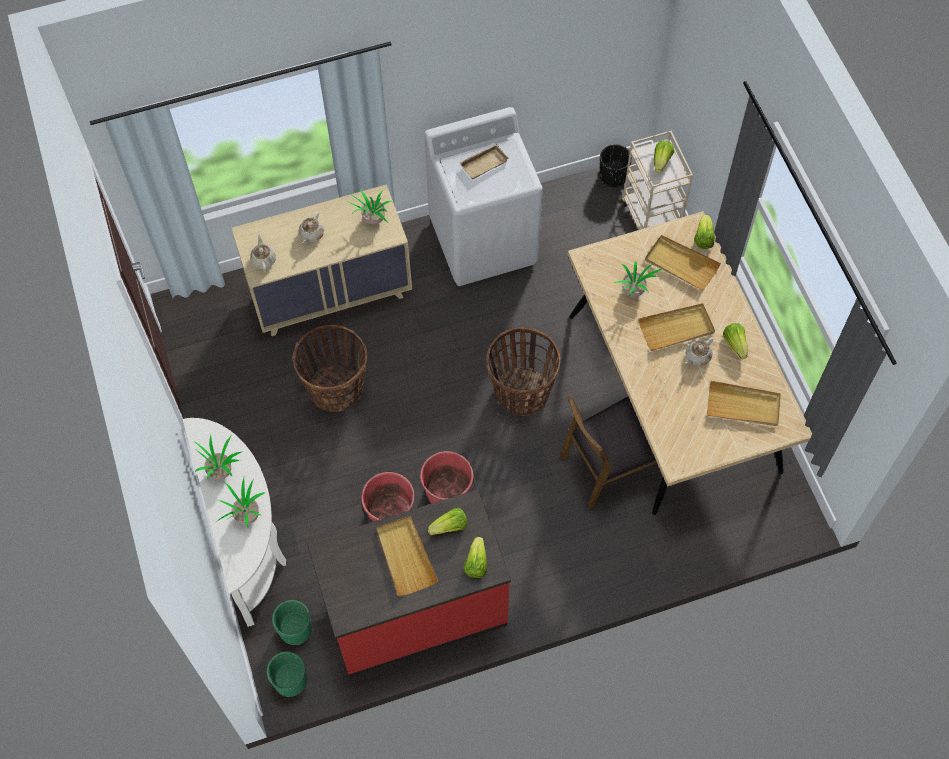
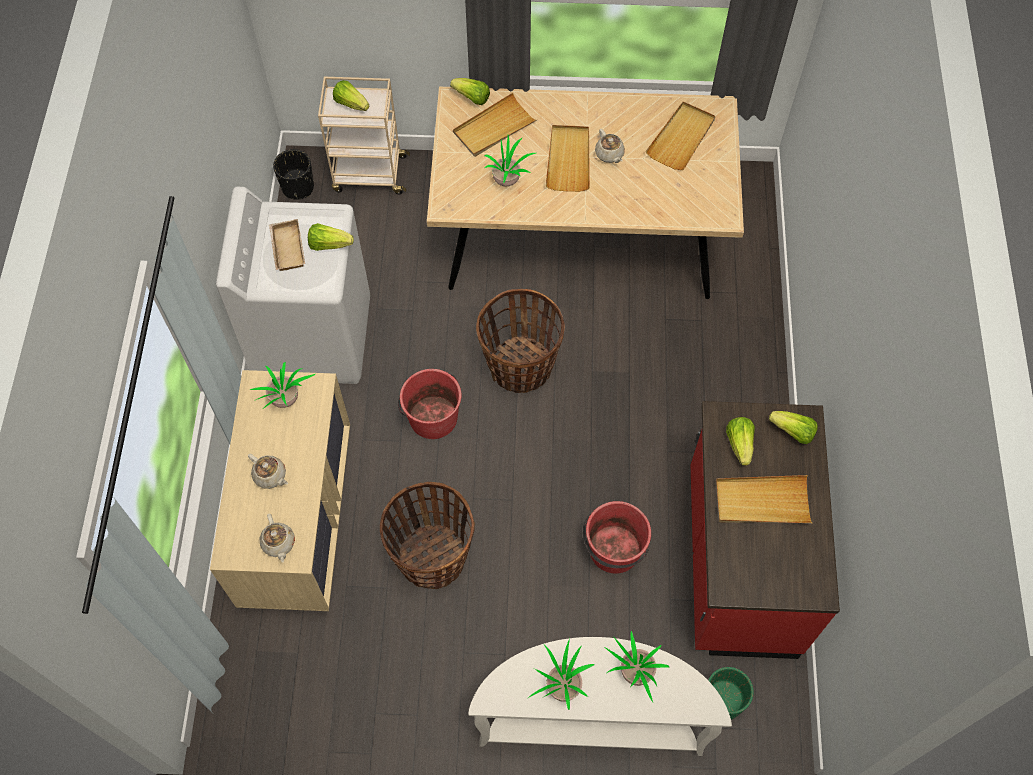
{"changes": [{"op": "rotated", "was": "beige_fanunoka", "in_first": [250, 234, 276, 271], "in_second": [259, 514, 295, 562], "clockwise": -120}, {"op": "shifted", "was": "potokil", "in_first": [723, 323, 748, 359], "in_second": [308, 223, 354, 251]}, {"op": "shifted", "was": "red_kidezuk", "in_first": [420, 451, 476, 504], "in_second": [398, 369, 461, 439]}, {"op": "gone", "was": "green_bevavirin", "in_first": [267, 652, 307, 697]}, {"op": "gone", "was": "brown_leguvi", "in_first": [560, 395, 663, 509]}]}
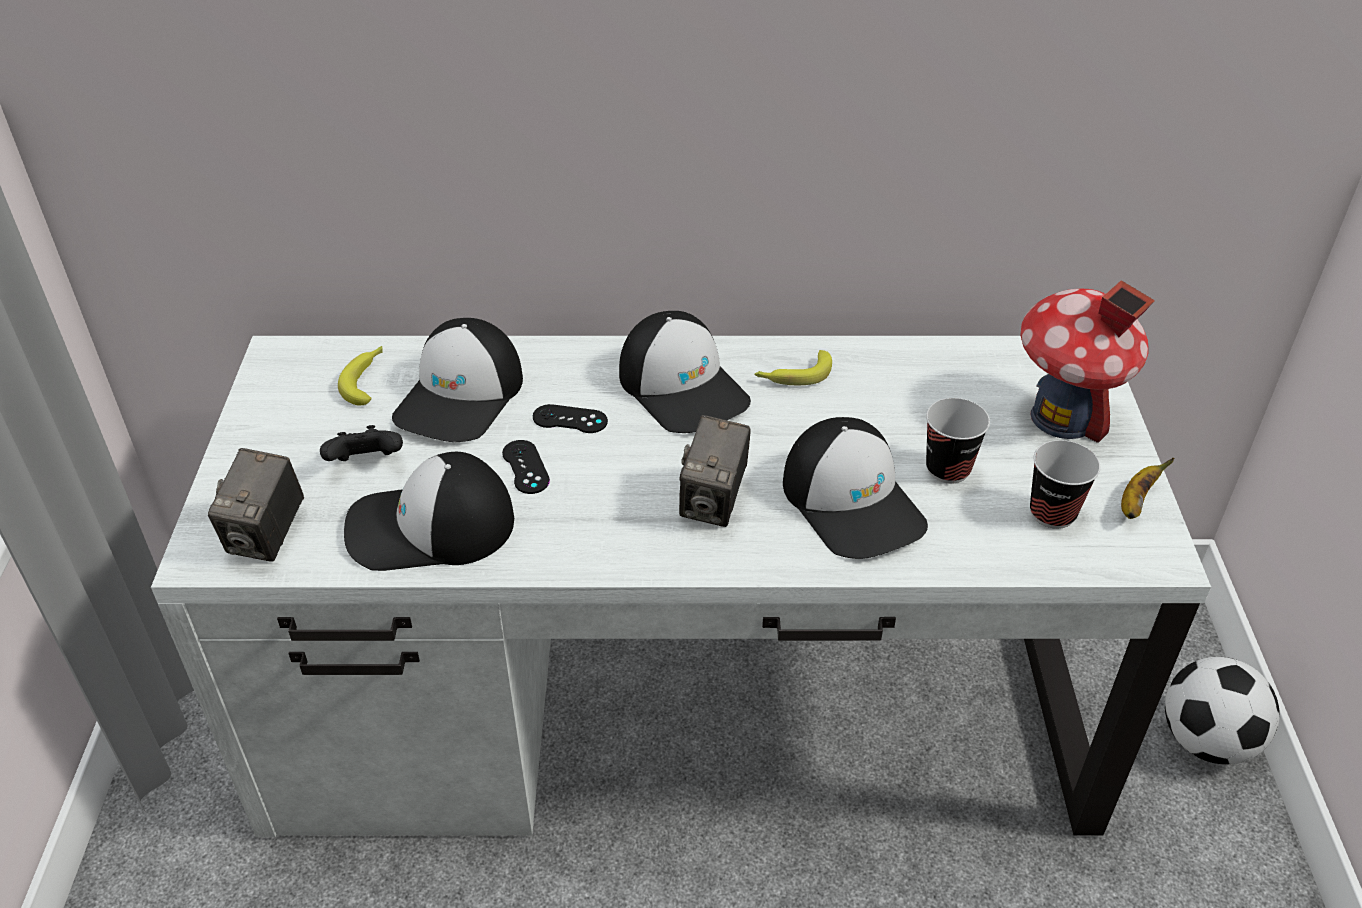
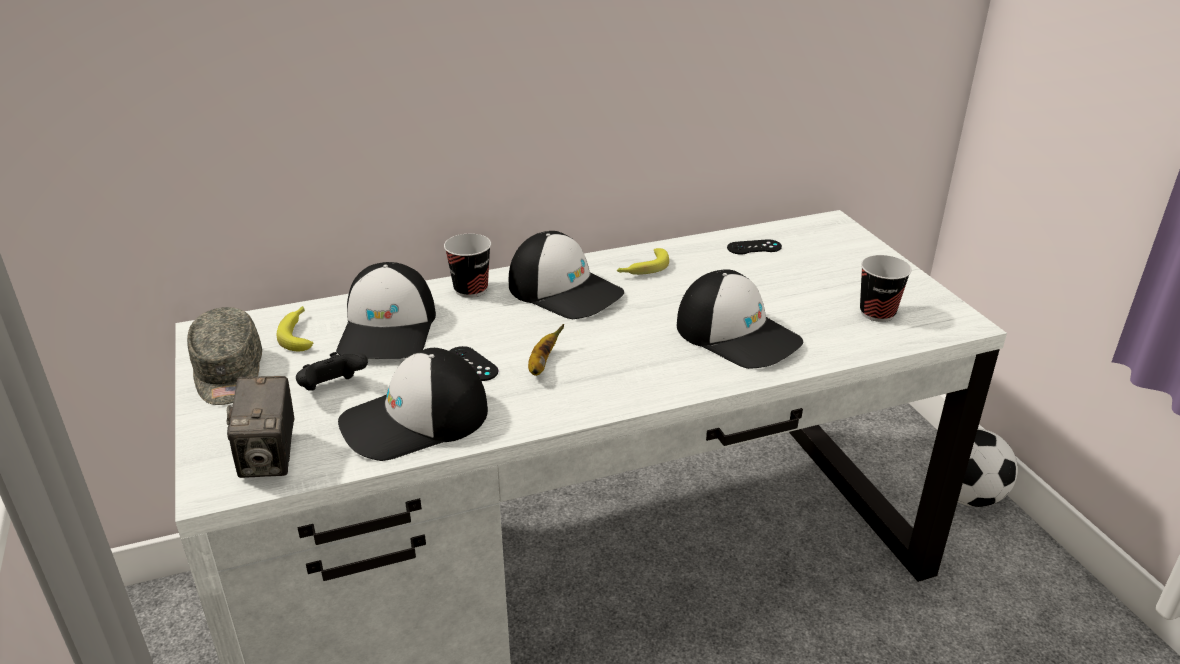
{"changes": [{"op": "new", "now": "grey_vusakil", "in_second": [187, 307, 262, 405]}, {"op": "shifted", "was": "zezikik", "in_first": [926, 398, 990, 484], "in_second": [444, 234, 491, 298]}, {"op": "shifted", "was": "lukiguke", "in_first": [1121, 457, 1175, 519], "in_second": [528, 324, 564, 376]}, {"op": "shifted", "was": "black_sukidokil", "in_first": [533, 404, 608, 433], "in_second": [727, 239, 782, 254]}, {"op": "gone", "was": "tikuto", "in_first": [679, 415, 751, 527]}, {"op": "gone", "was": "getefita", "in_first": [1020, 280, 1155, 443]}]}
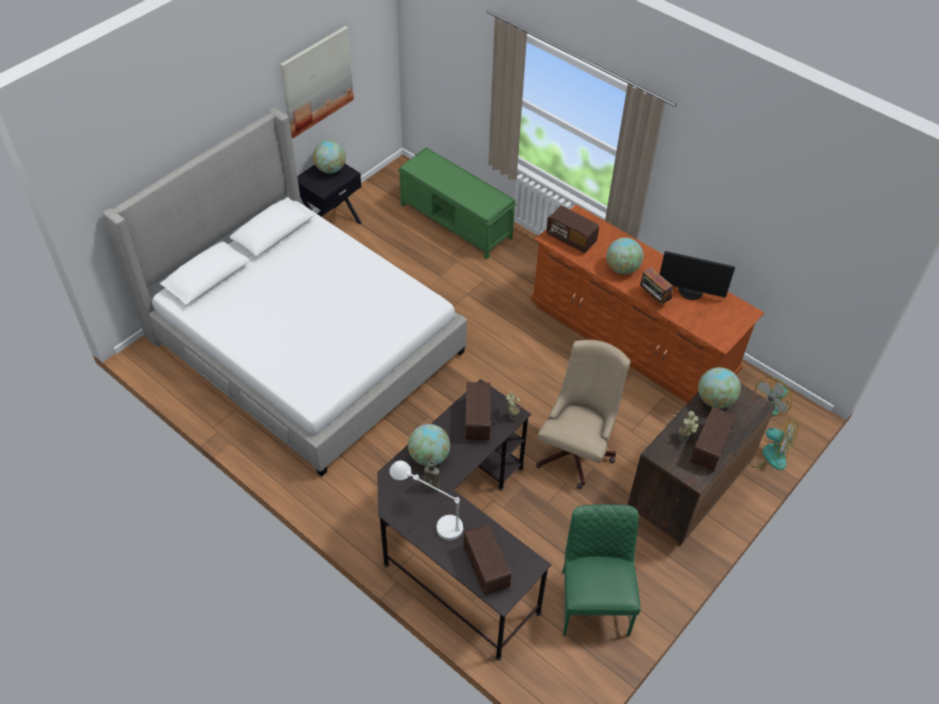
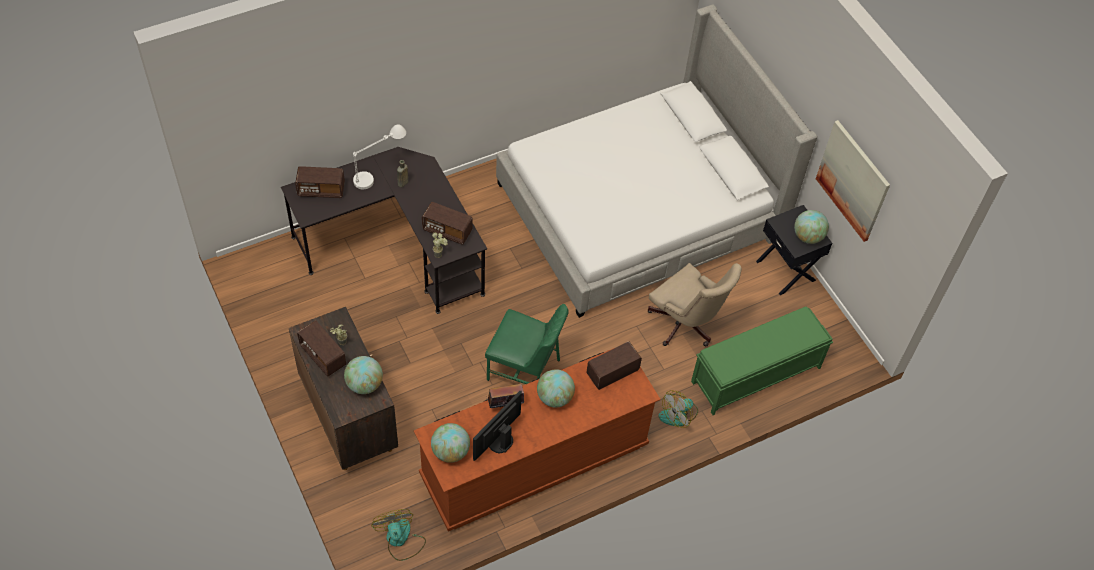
{"changes": [{"op": "shifted", "was": "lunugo", "in_first": [408, 424, 450, 466], "in_second": [431, 423, 470, 463]}, {"op": "shifted", "was": "green_leguvi", "in_first": [562, 504, 641, 637], "in_second": [485, 304, 569, 384]}, {"op": "shifted", "was": "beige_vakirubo", "in_first": [536, 340, 631, 489], "in_second": [648, 263, 742, 346]}, {"op": "shifted", "was": "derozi", "in_first": [749, 419, 798, 470], "in_second": [658, 390, 698, 428]}]}
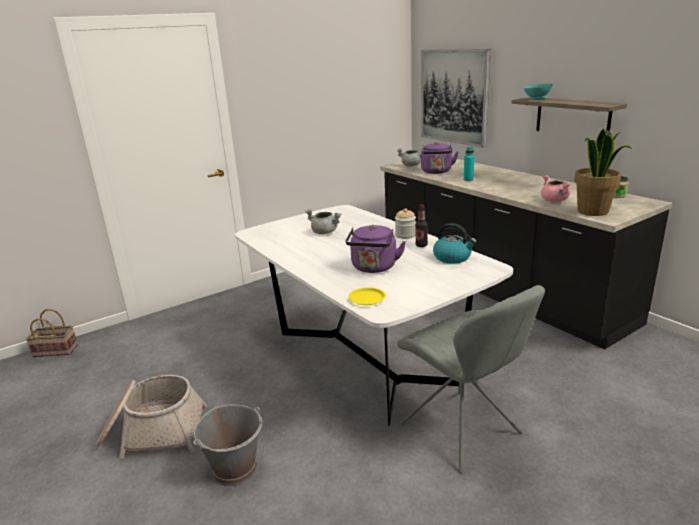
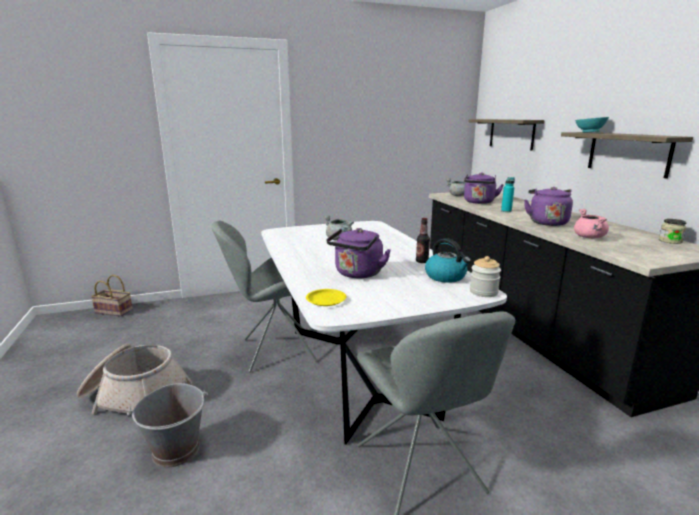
{"changes": [{"op": "new", "now": "grey_leguvi", "in_second": [212, 221, 318, 373]}, {"op": "swapped", "was": "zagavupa", "now": "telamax", "in_first": [421, 49, 491, 148], "in_second": [468, 119, 544, 151]}, {"op": "shifted", "was": "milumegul", "in_first": [395, 208, 416, 239], "in_second": [470, 256, 501, 297]}, {"op": "new", "now": "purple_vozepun", "in_second": [524, 187, 573, 226]}, {"op": "gone", "was": "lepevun", "in_first": [574, 129, 632, 216]}]}
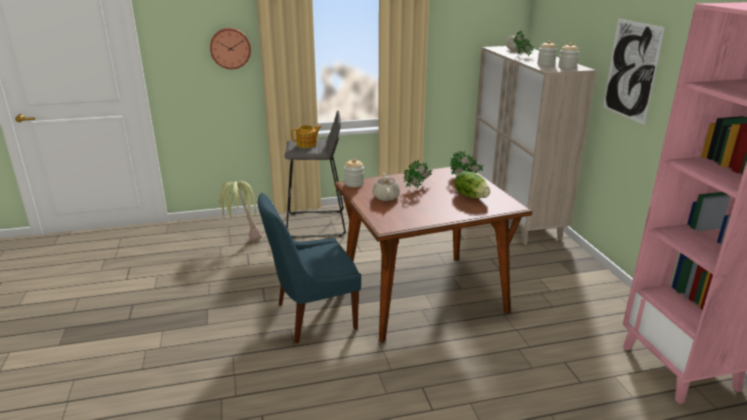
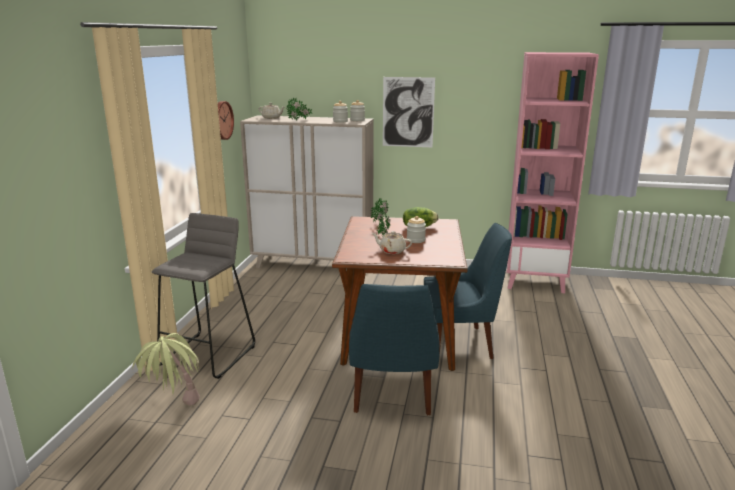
{"changes": [{"op": "shifted", "was": "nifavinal", "in_first": [210, 28, 251, 69], "in_second": [218, 101, 234, 140]}, {"op": "shifted", "was": "milumegul", "in_first": [344, 159, 364, 187], "in_second": [407, 216, 426, 243]}, {"op": "new", "now": "blue_leguvi", "in_second": [424, 223, 512, 359]}, {"op": "gone", "was": "fanunoka", "in_first": [291, 125, 322, 148]}]}
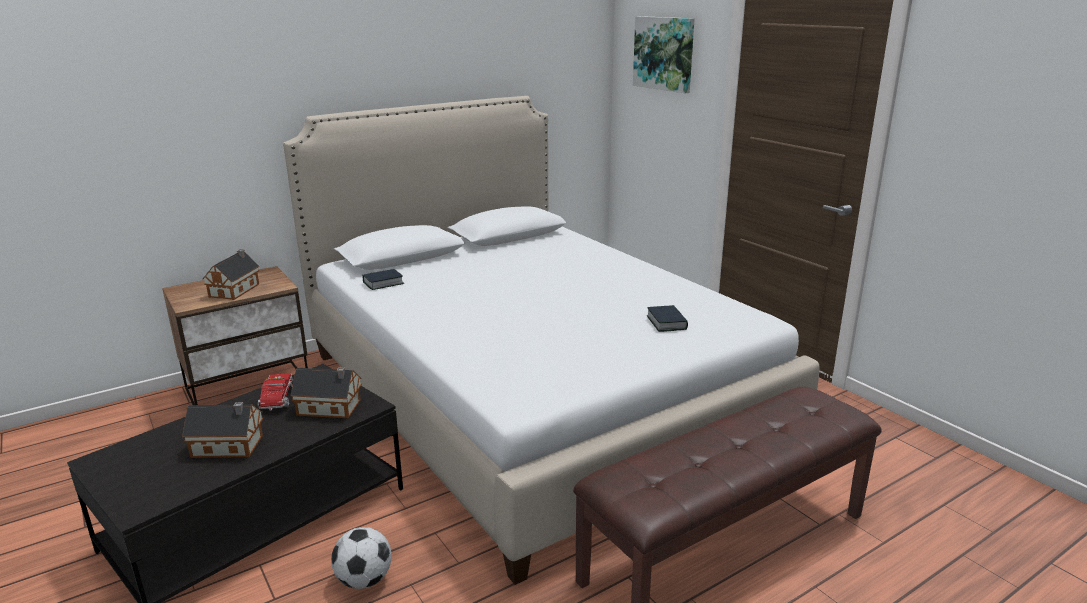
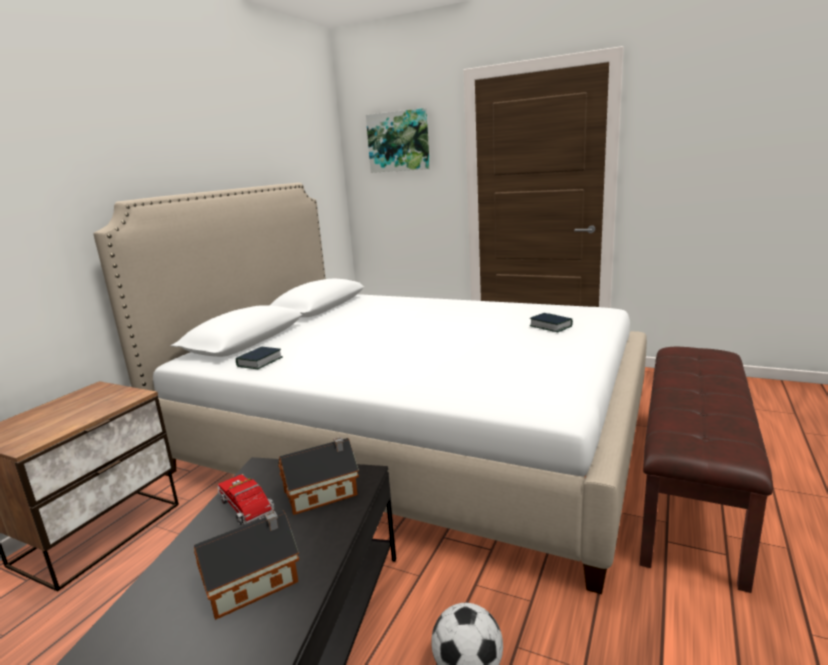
{"changes": [{"op": "gone", "was": "getefita", "in_first": [202, 249, 260, 300]}]}
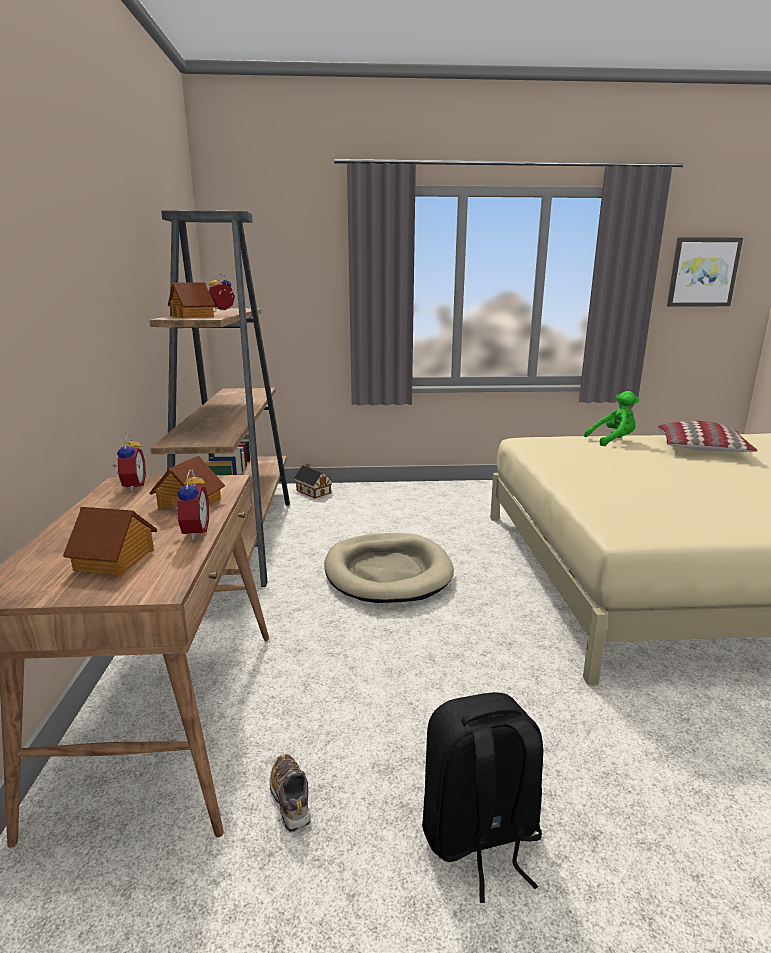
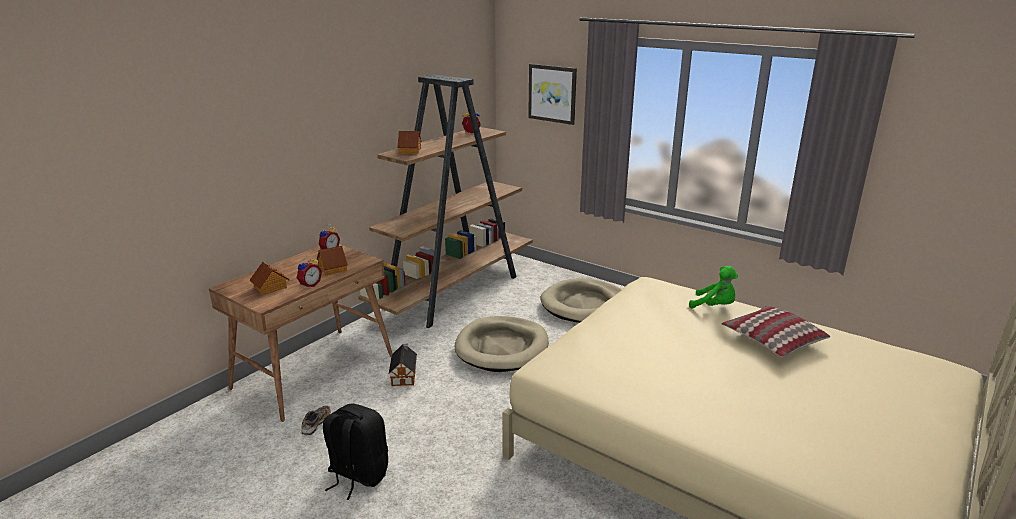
{"changes": [{"op": "shifted", "was": "getefita", "in_first": [294, 463, 333, 499], "in_second": [389, 344, 417, 386]}, {"op": "shifted", "was": "zagavupa", "in_first": [667, 237, 743, 306], "in_second": [528, 64, 577, 125]}, {"op": "new", "now": "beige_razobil", "in_second": [540, 278, 622, 323]}]}
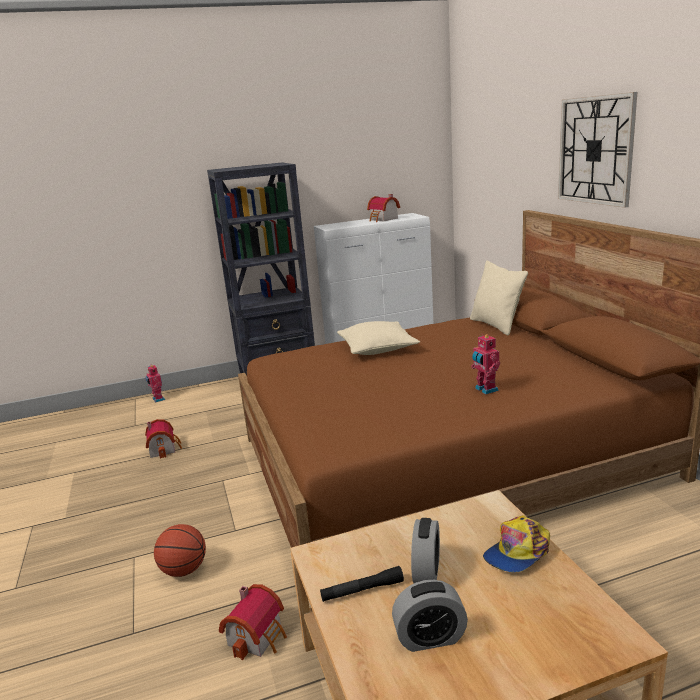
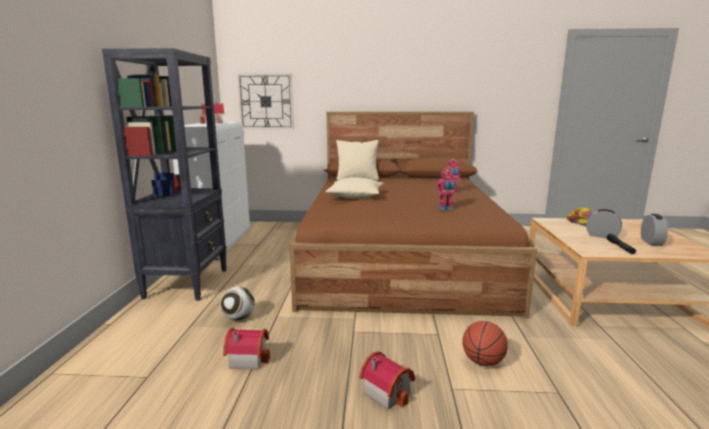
{"changes": [{"op": "new", "now": "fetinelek", "in_second": [220, 287, 255, 320]}, {"op": "shifted", "was": "nifavinal", "in_first": [558, 92, 637, 208], "in_second": [237, 73, 294, 129]}, {"op": "shifted", "was": "getefita", "in_first": [219, 584, 287, 660], "in_second": [360, 351, 415, 410]}, {"op": "shifted", "was": "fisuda", "in_first": [145, 365, 165, 403], "in_second": [436, 169, 457, 210]}]}
